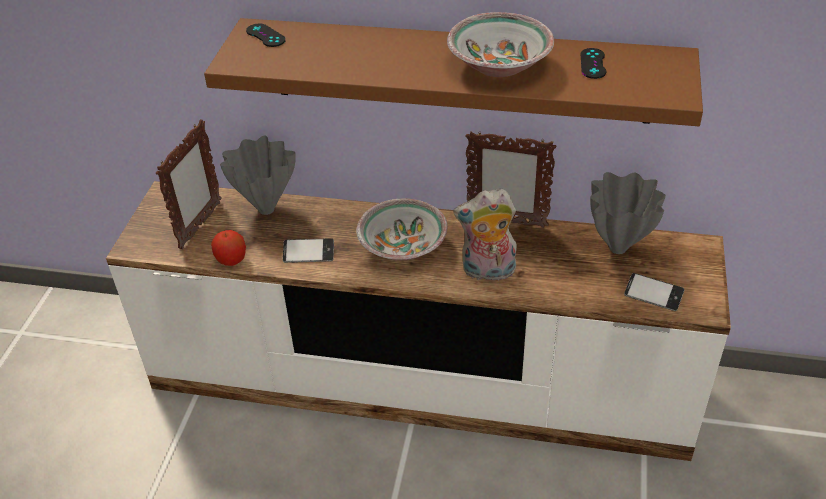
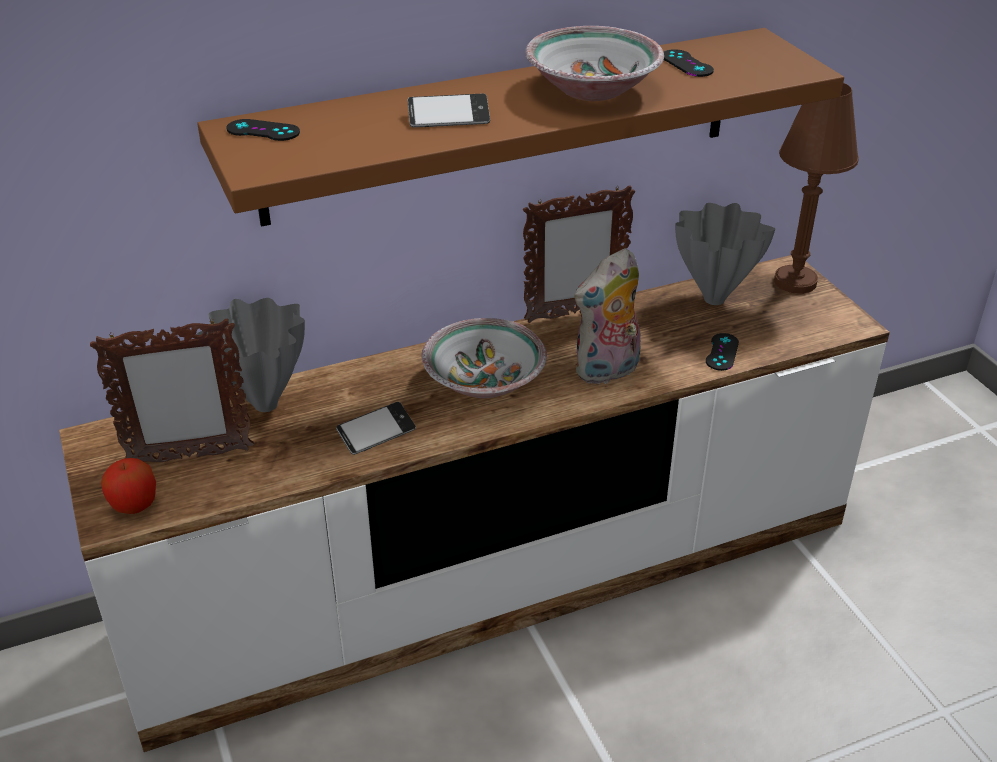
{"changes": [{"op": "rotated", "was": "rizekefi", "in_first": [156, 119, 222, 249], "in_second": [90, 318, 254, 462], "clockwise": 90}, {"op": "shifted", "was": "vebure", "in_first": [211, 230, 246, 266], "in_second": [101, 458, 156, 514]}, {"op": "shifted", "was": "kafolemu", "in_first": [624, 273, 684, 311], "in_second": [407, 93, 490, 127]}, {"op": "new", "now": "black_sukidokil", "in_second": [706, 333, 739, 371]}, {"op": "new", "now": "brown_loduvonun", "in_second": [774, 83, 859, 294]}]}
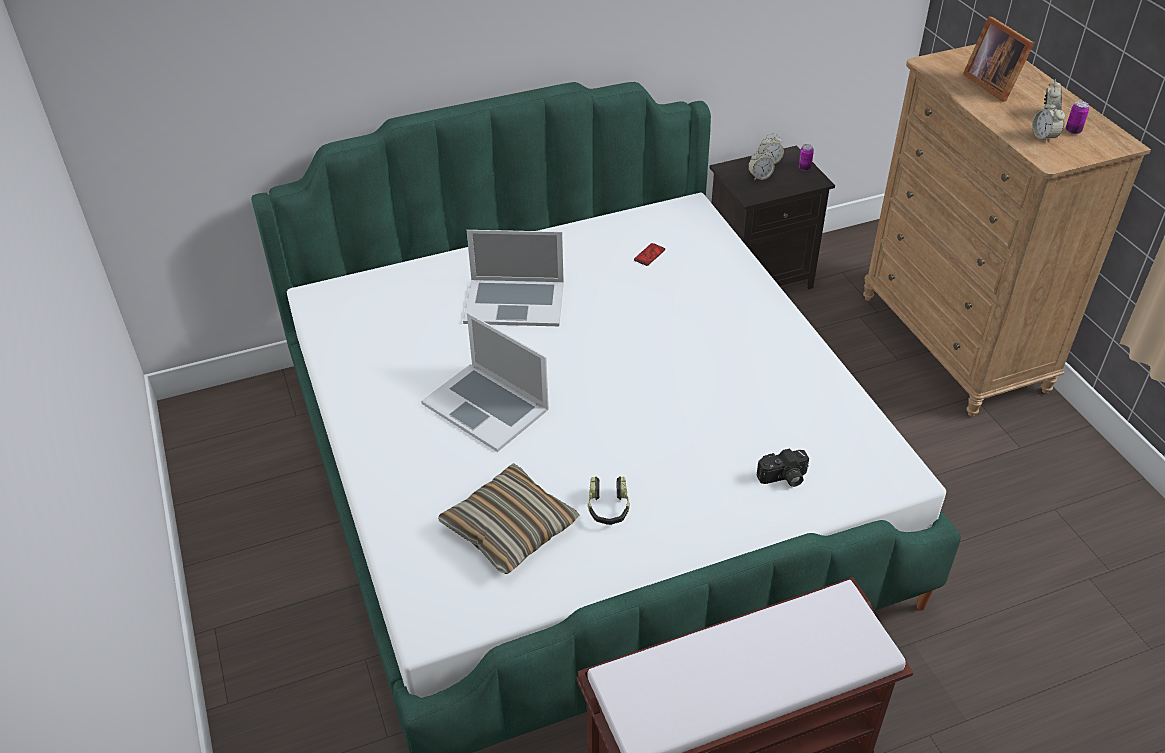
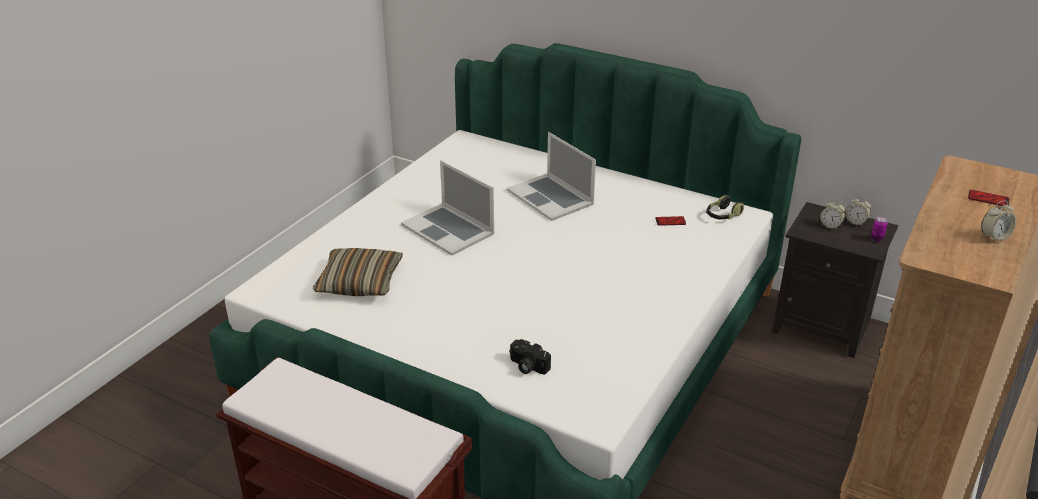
{"changes": [{"op": "rotated", "was": "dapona", "in_first": [421, 313, 549, 452], "in_second": [401, 160, 494, 256], "clockwise": -45}, {"op": "shifted", "was": "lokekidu", "in_first": [588, 476, 630, 525], "in_second": [706, 195, 744, 220]}, {"op": "swapped", "was": "rizekefi", "now": "kafolemu", "in_first": [963, 17, 1034, 102], "in_second": [968, 190, 1010, 206]}, {"op": "gone", "was": "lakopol", "in_first": [1032, 100, 1065, 143]}, {"op": "gone", "was": "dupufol", "in_first": [1066, 101, 1089, 134]}]}
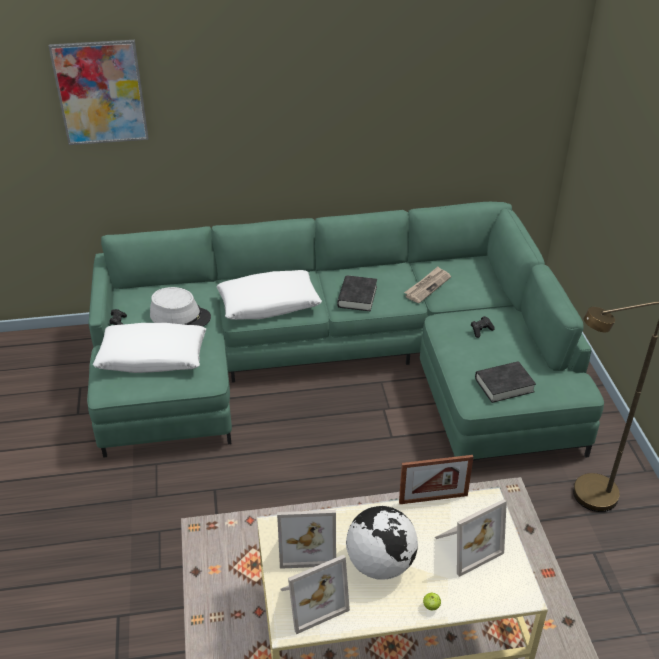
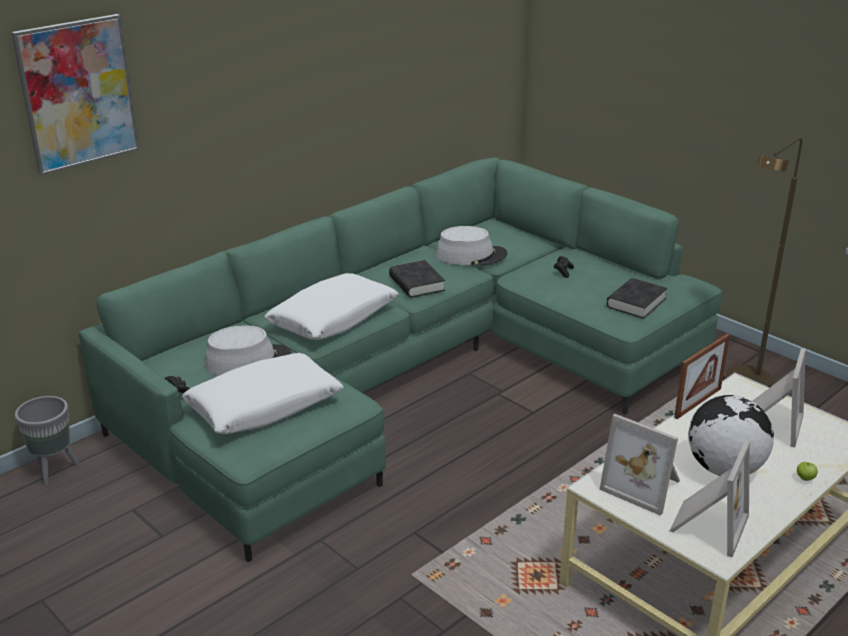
{"changes": [{"op": "new", "now": "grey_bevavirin", "in_second": [15, 396, 79, 486]}, {"op": "swapped", "was": "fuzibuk", "now": "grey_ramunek", "in_first": [404, 267, 451, 303], "in_second": [436, 226, 508, 266]}, {"op": "rotated", "was": "rizekefi", "in_first": [277, 510, 336, 569], "in_second": [599, 414, 680, 516], "clockwise": 75}]}
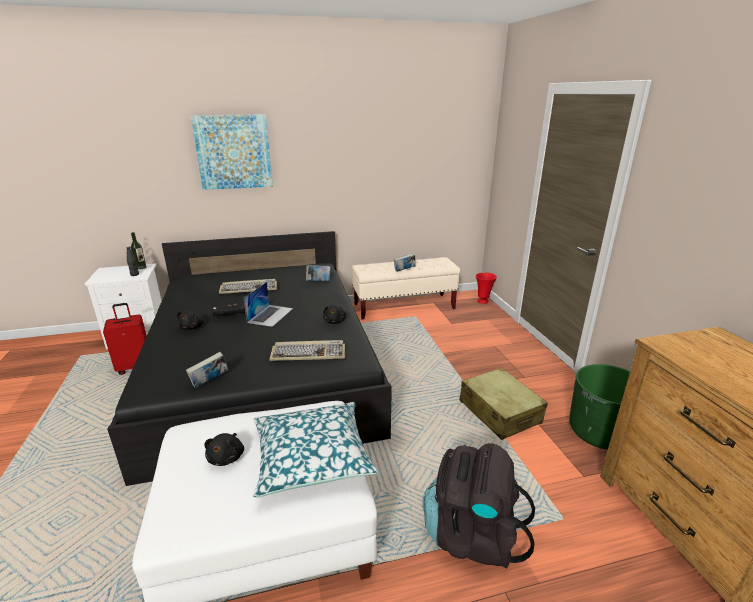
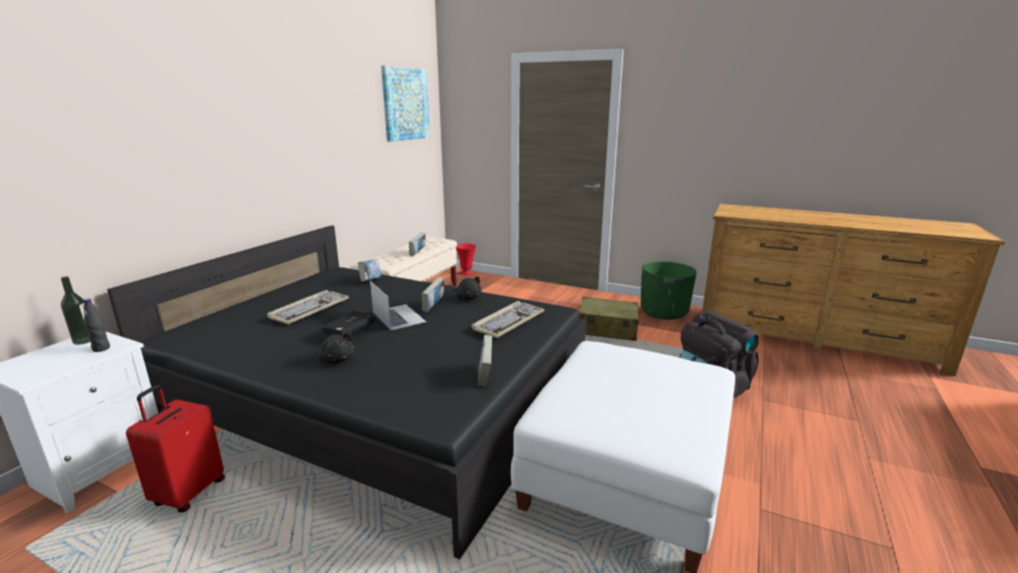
{"changes": [{"op": "shifted", "was": "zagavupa", "in_first": [191, 114, 273, 190], "in_second": [381, 65, 430, 142]}, {"op": "new", "now": "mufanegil", "in_second": [422, 277, 444, 312]}, {"op": "gone", "was": "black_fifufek", "in_first": [204, 433, 244, 466]}, {"op": "gone", "was": "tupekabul", "in_first": [253, 402, 378, 498]}]}
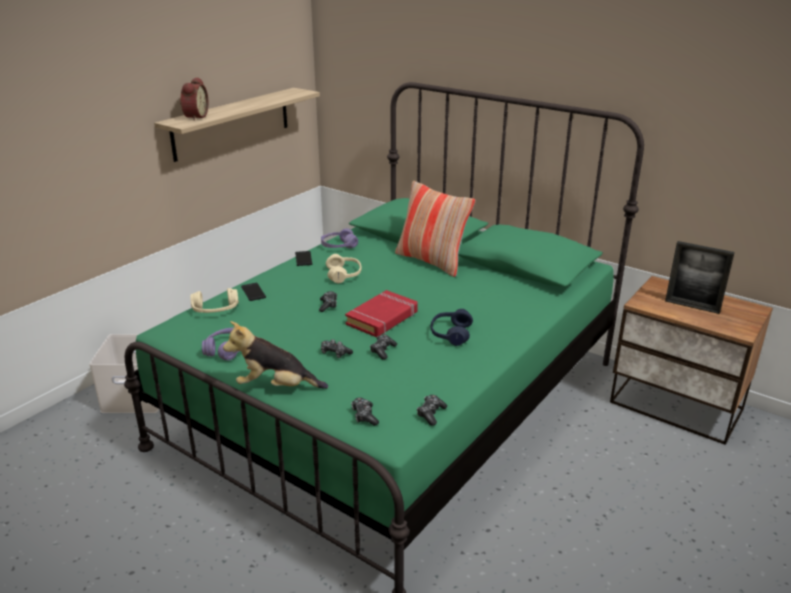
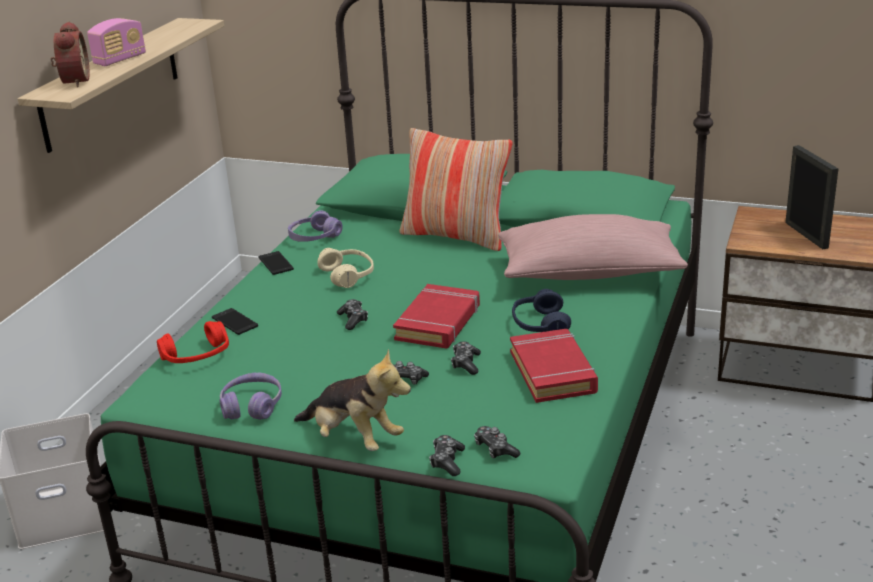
{"changes": [{"op": "new", "now": "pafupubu", "in_second": [87, 18, 146, 66]}, {"op": "repainted", "was": "beige_lokekidu", "now": "red_lokekidu", "in_first": [191, 288, 239, 313], "in_second": [157, 321, 229, 363]}, {"op": "rotated", "was": "fifufek", "in_first": [223, 321, 328, 389], "in_second": [294, 349, 411, 451], "clockwise": -135}, {"op": "shifted", "was": "sukidokil", "in_first": [417, 395, 447, 426], "in_second": [429, 435, 465, 476]}, {"op": "new", "now": "pink_tupekabul", "in_second": [498, 214, 688, 280]}, {"op": "new", "now": "red_mufanegil", "in_second": [510, 329, 598, 403]}, {"op": "rotated", "was": "rizekefi", "in_first": [665, 241, 735, 314], "in_second": [785, 145, 839, 249], "clockwise": -120}]}
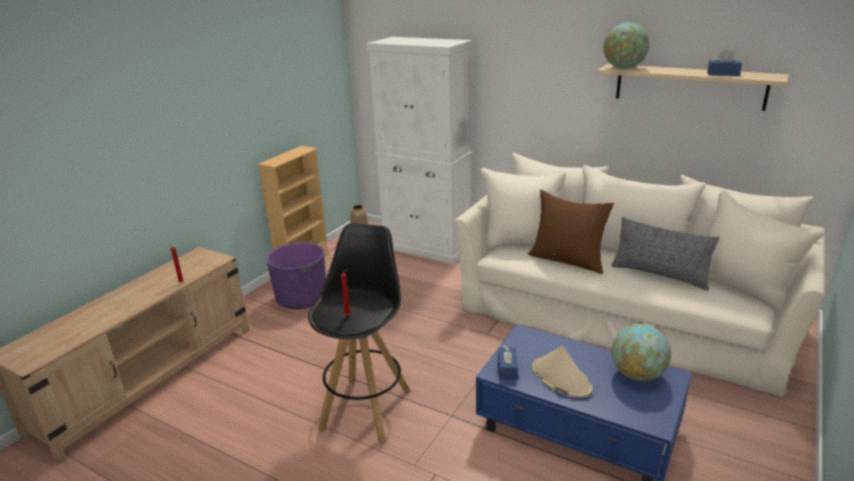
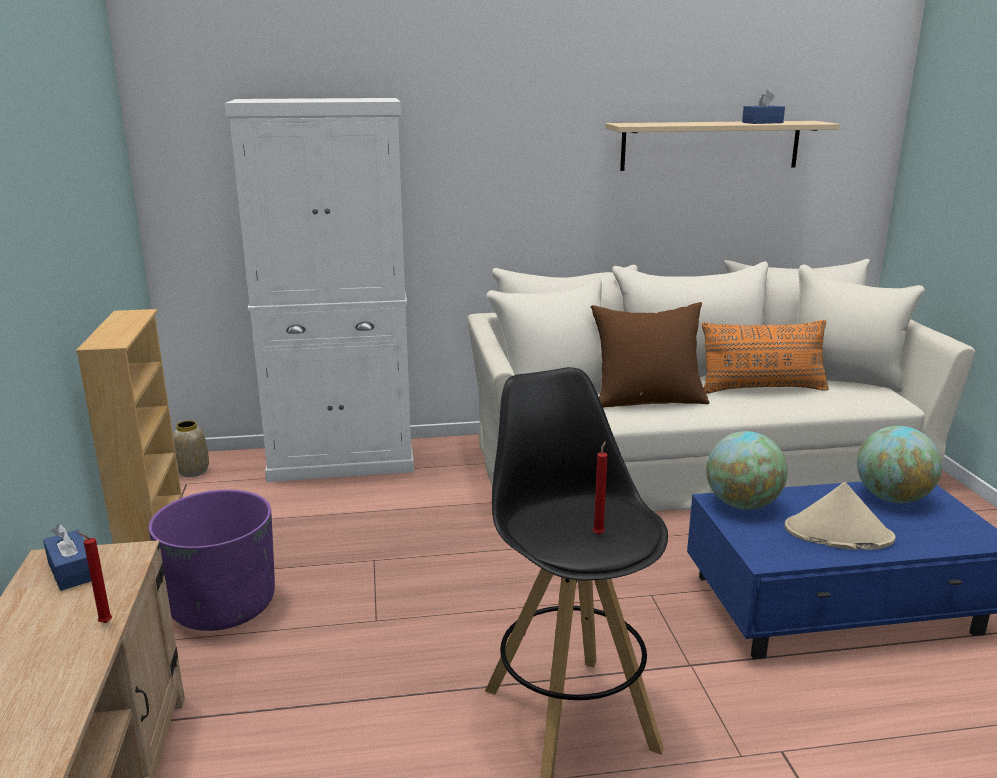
{"changes": [{"op": "shifted", "was": "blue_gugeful", "in_first": [498, 345, 518, 379], "in_second": [43, 524, 91, 591]}, {"op": "repainted", "was": "grey_tupekabul", "now": "orange_tupekabul", "in_first": [611, 217, 719, 291], "in_second": [702, 320, 829, 394]}, {"op": "shifted", "was": "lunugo", "in_first": [603, 22, 650, 69], "in_second": [706, 431, 788, 510]}]}
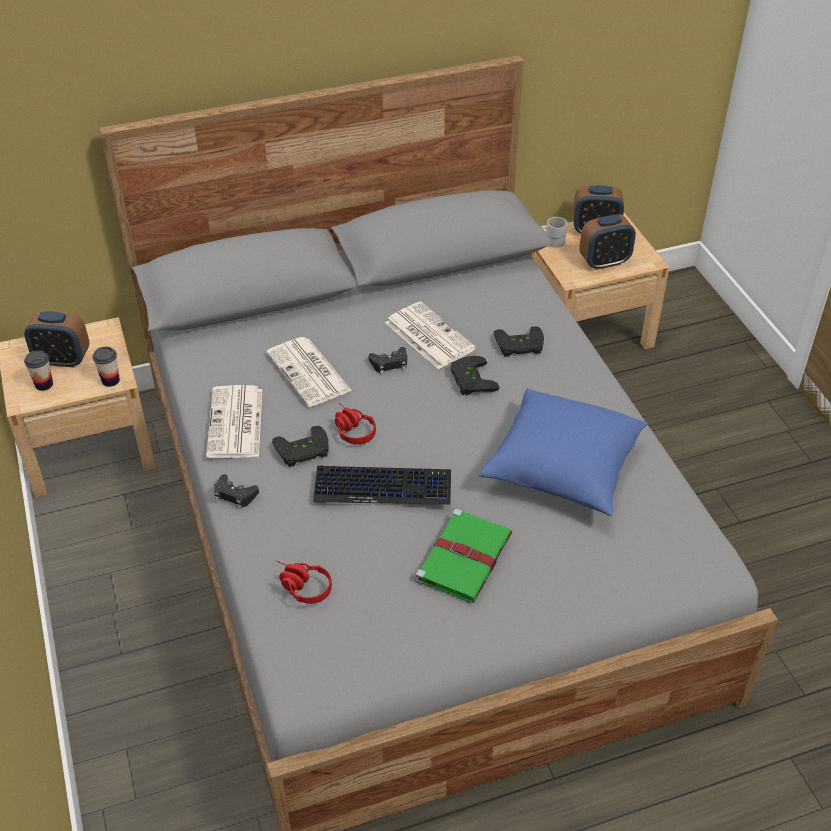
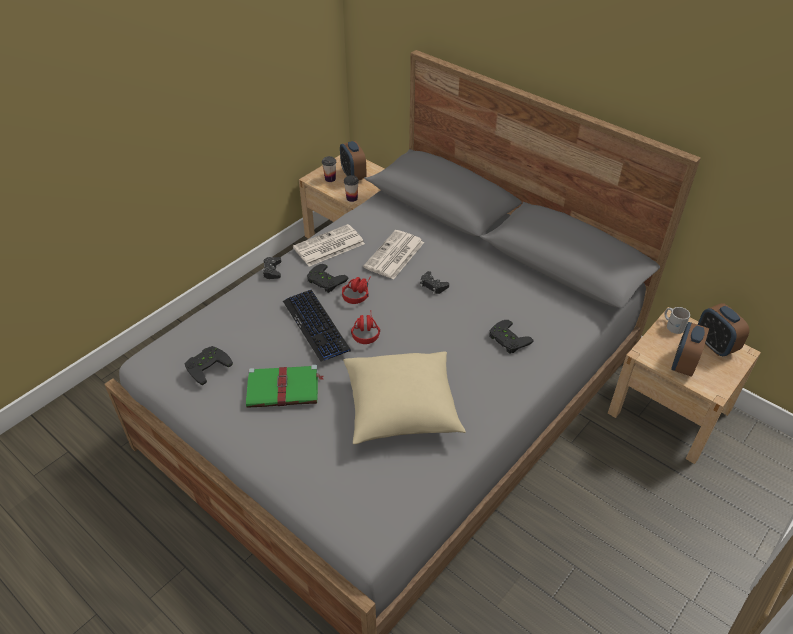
{"changes": [{"op": "shifted", "was": "black_sukidokil", "in_first": [451, 356, 499, 395], "in_second": [185, 346, 233, 385]}, {"op": "repainted", "was": "blue_tupekabul", "now": "beige_tupekabul", "in_first": [479, 388, 648, 516], "in_second": [343, 352, 466, 444]}, {"op": "shifted", "was": "red_lokekidu", "in_first": [276, 561, 332, 604], "in_second": [351, 315, 380, 344]}, {"op": "rotated", "was": "lakopol", "in_first": [579, 214, 636, 270], "in_second": [671, 322, 709, 377], "clockwise": 75}, {"op": "gone", "was": "fuzibuk", "in_first": [385, 301, 476, 369]}]}
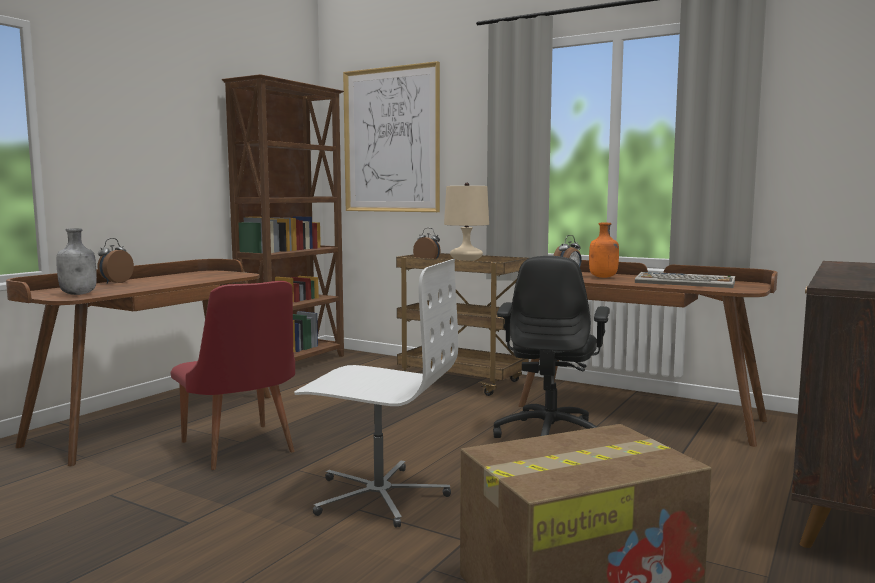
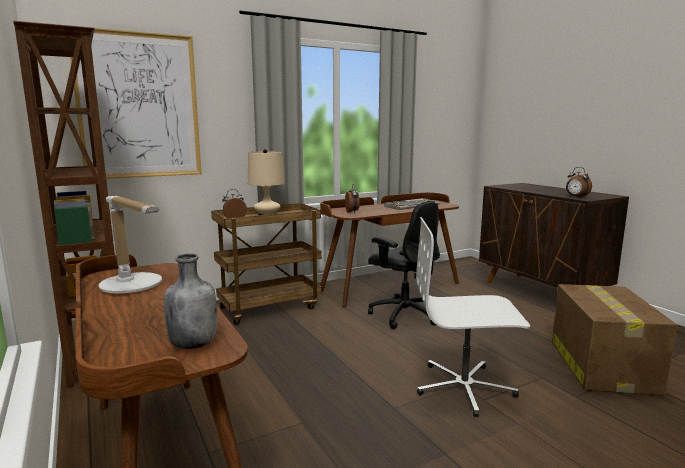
{"changes": [{"op": "new", "now": "loduvonun", "in_second": [99, 196, 162, 293]}, {"op": "rotated", "was": "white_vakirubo", "in_first": [294, 259, 458, 528], "in_second": [416, 217, 530, 417], "clockwise": -135}, {"op": "shifted", "was": "lakopol", "in_first": [98, 238, 134, 284], "in_second": [566, 167, 592, 198]}, {"op": "gone", "was": "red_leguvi", "in_first": [171, 281, 295, 470]}, {"op": "gone", "was": "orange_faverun", "in_first": [589, 223, 619, 278]}]}
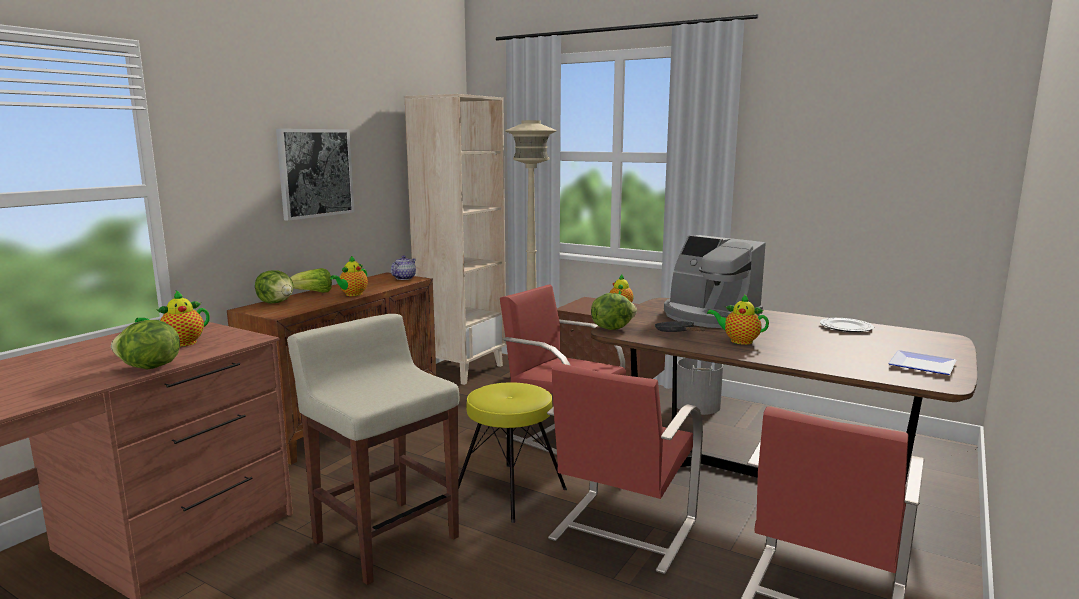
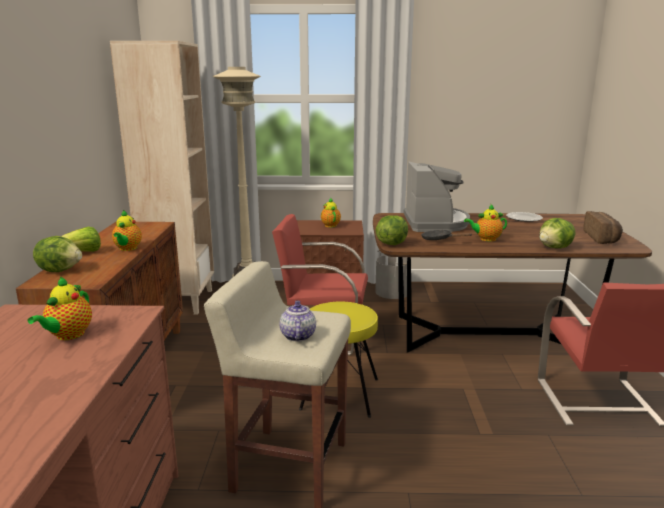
{"changes": [{"op": "shifted", "was": "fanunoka", "in_first": [391, 256, 416, 280], "in_second": [279, 301, 316, 341]}, {"op": "rotated", "was": "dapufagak", "in_first": [664, 235, 766, 328], "in_second": [404, 162, 470, 232], "clockwise": -105}, {"op": "shifted", "was": "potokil", "in_first": [111, 320, 180, 369], "in_second": [539, 218, 576, 248]}, {"op": "swapped", "was": "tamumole", "now": "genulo", "in_first": [888, 350, 956, 375], "in_second": [583, 211, 623, 244]}, {"op": "gone", "was": "zagavupa", "in_first": [276, 129, 355, 221]}, {"op": "gone", "was": "red_leguvi", "in_first": [547, 363, 703, 574]}]}
